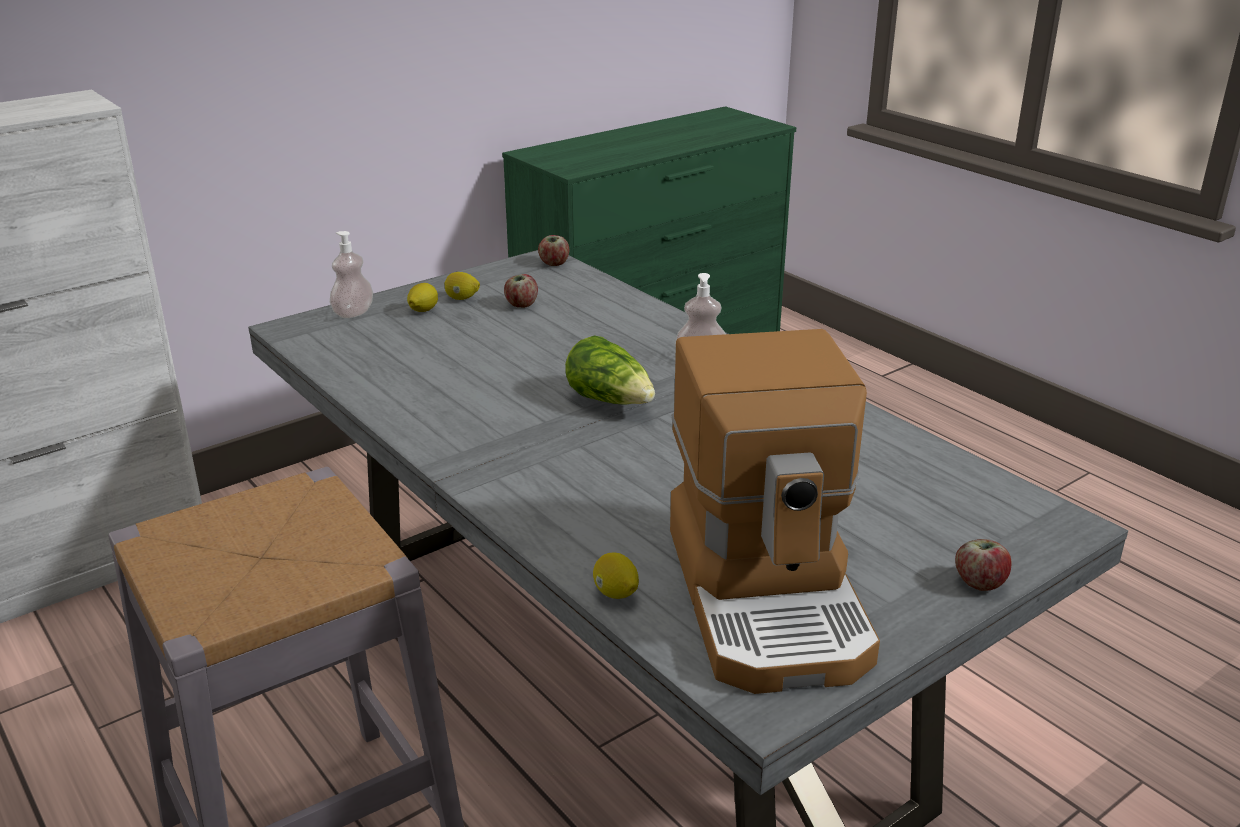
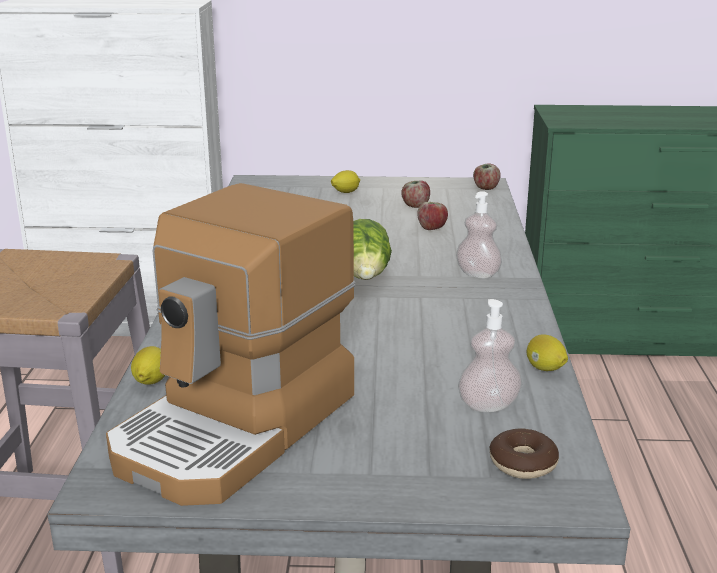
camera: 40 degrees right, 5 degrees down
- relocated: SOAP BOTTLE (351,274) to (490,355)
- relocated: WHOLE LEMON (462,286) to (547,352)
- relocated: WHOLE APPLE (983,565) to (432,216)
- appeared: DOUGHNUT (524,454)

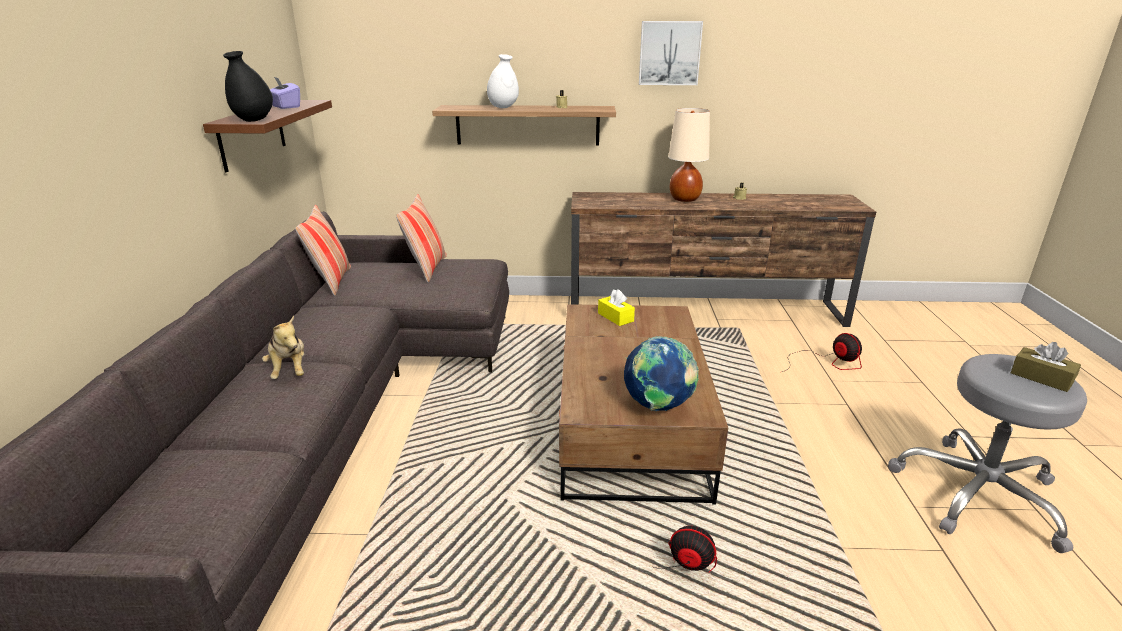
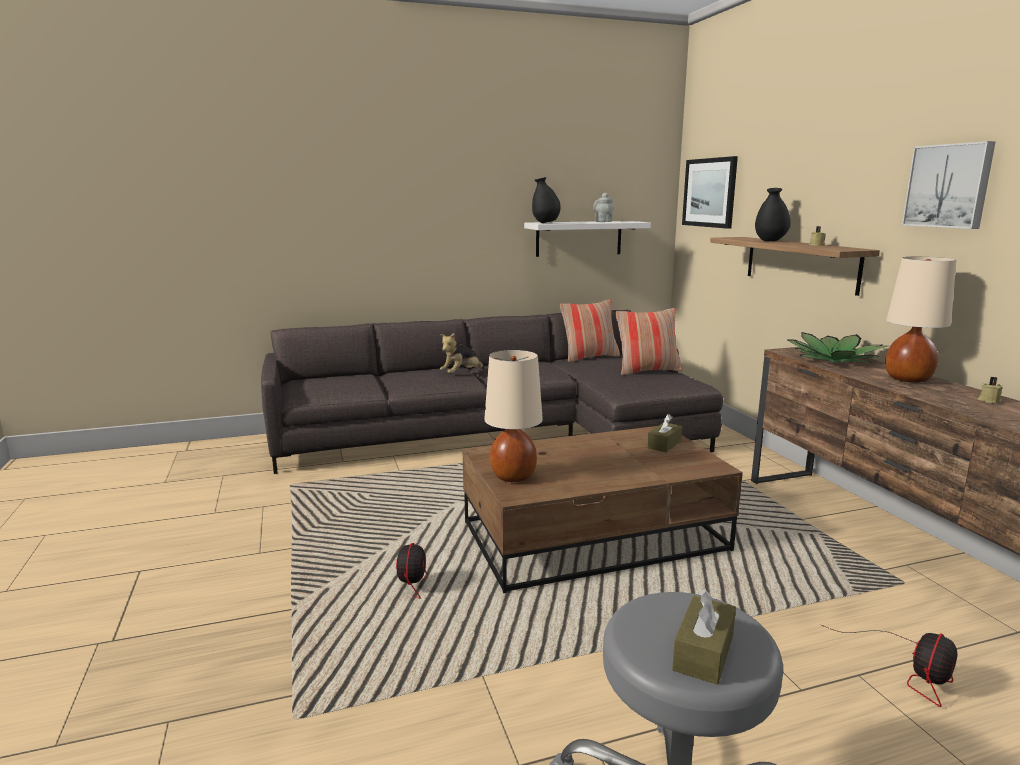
camera: 70 degrees right, 10 degrees down
- colour: WHITISH VASE (503,81) to BLACK VASE (773,214)
- exchanged: PURPLISH TISSUE HOLDER (285,93) to GREY POT FOR TEA (603,207)
- colour: BROWN BRACKET SHELF (267,136) to WHITISH BRACKET SHELF (587,239)
- colour: YELLOW-COLOURED TISSUE HOLDER (616,307) to BROWN TISSUE HOLDER (664,433)
- exchanged: DESK GLOBE (661,373) to BEIGE TABLE LAMP (513,416)
- appeared: WALL ART (710,192)
- appeared: PLANT IN A POT (836,347)

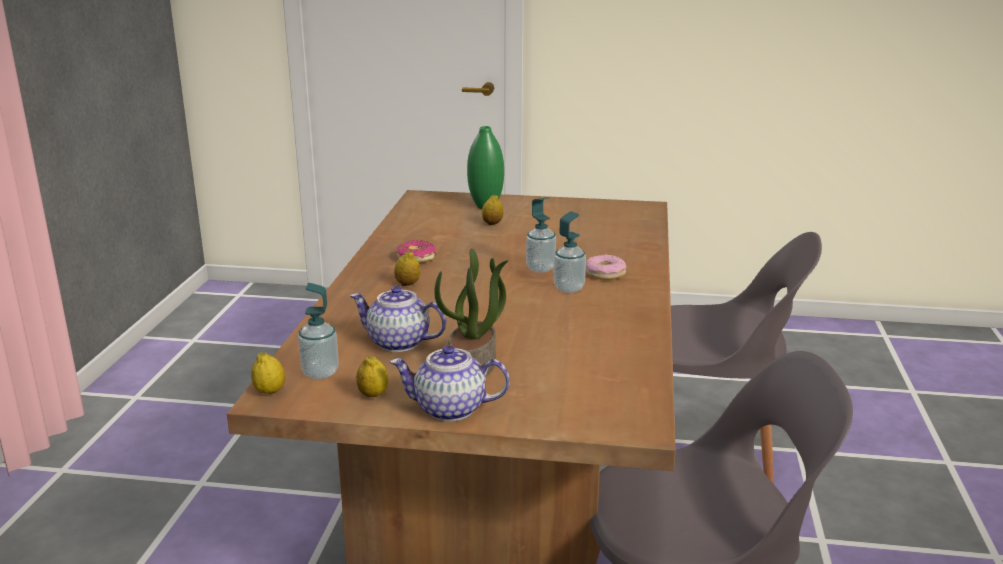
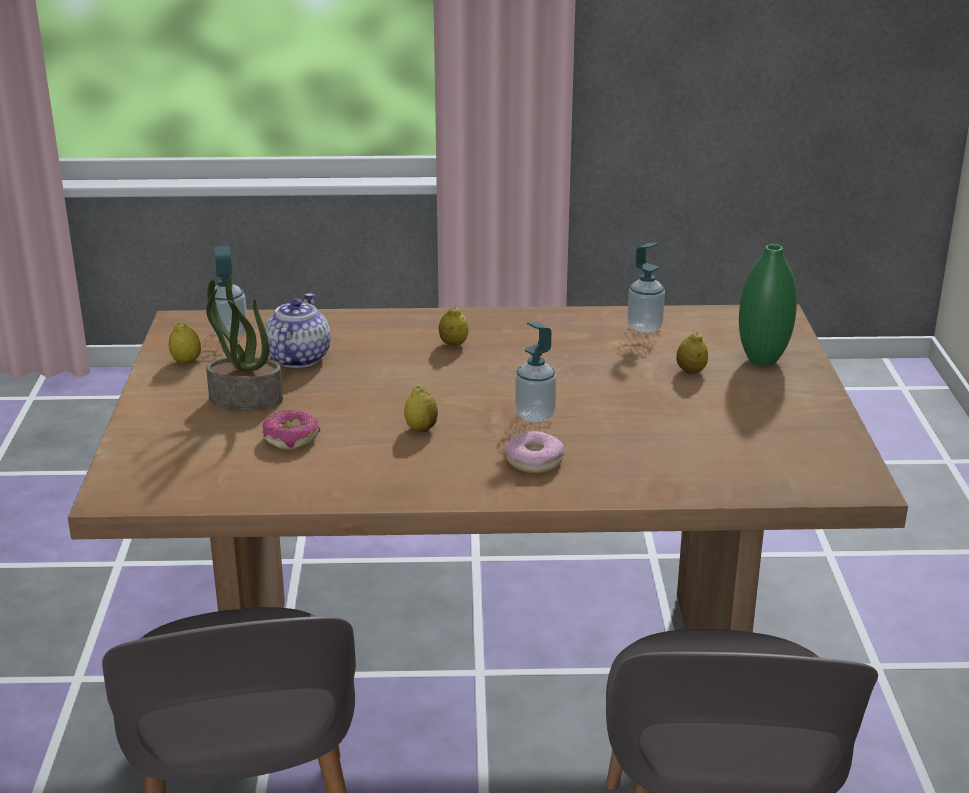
camera: 80 degrees right, 5 degrees up
- relocated: SOAP BOTTLE (570,252) to (646,288)
- relocated: DOUGHNUT (416,251) to (291,430)
- missing: POT FOR TEA (450,383)
- relocated: WHOLE LEMON (268,373) to (421,408)

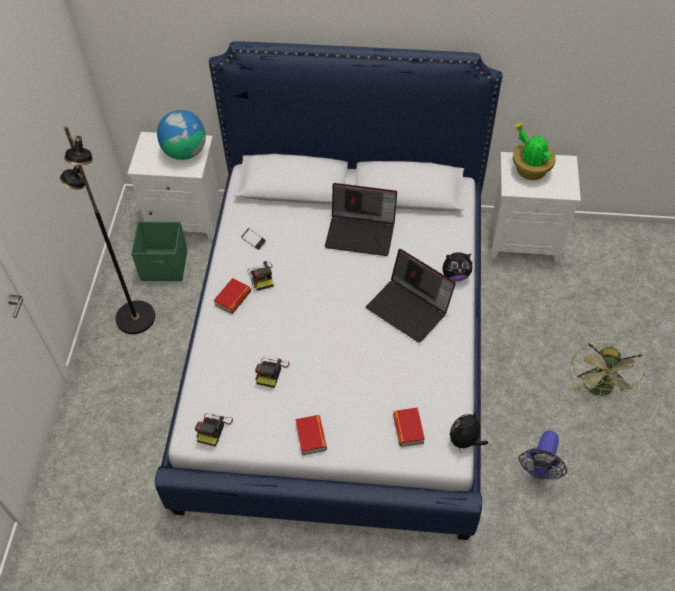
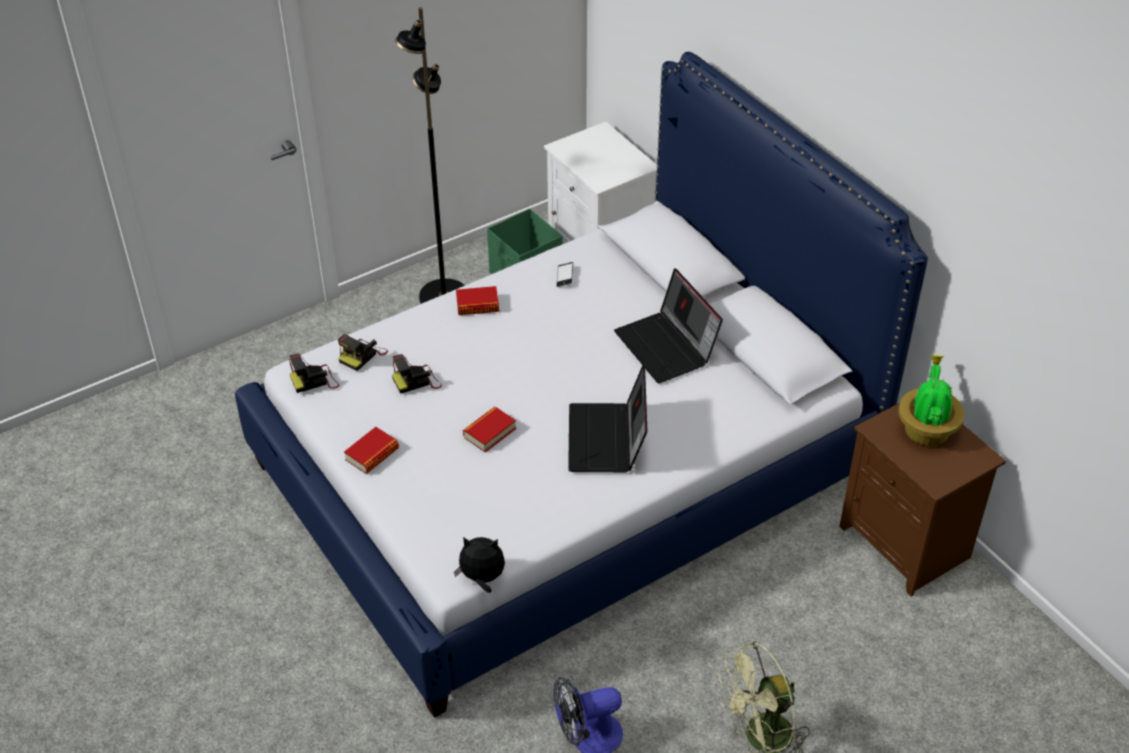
camera: 50 degrees right, 10 degrees down
- missing: DESK GLOBE (181,135)
- colour: WHITISH NIGHTSTAND (535,207) to BROWN NIGHTSTAND (922,500)
- missing: SOFT TOY (457,267)
- relocated: STILL CAMERA (260,276) to (363,352)
- relocated: BOUND BOOK (409,427) to (489,429)

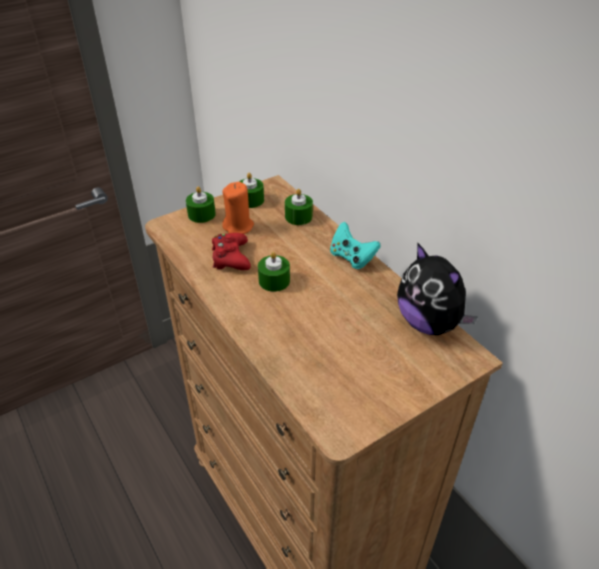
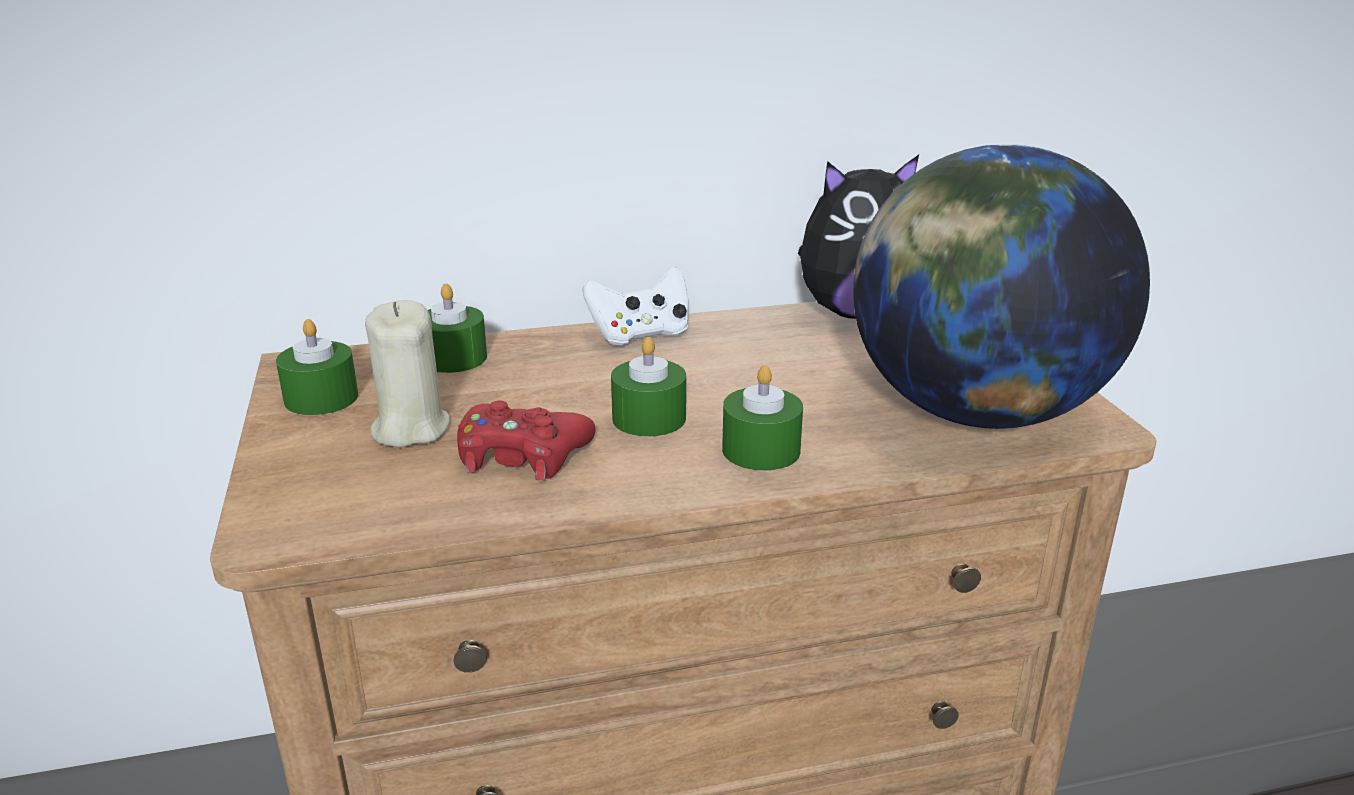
camera: 70 degrees left, 15 degrees down
- colour: ORANGEY WAX LIGHT (238,208) to BEIGE WAX LIGHT (407,373)
- relocated: GREEN WAX LIGHT (201,204) to (762,418)
- colour: TURQUOISE-COLOURED JOYPAD (355,245) to WHITISH JOYPAD (635,305)
- appeared: DESK GLOBE (1001,286)

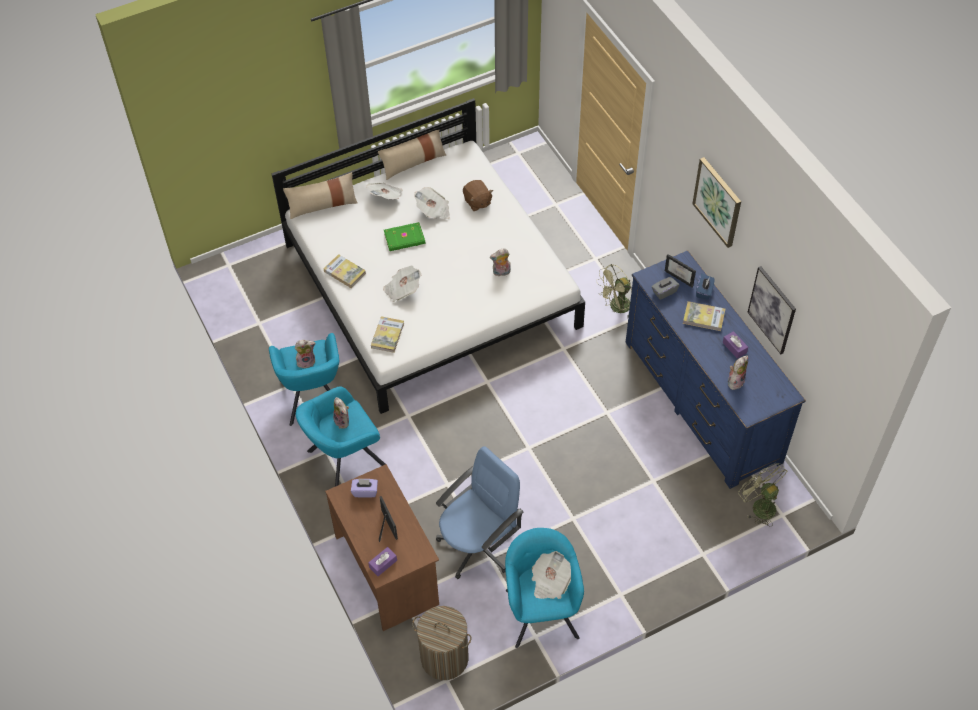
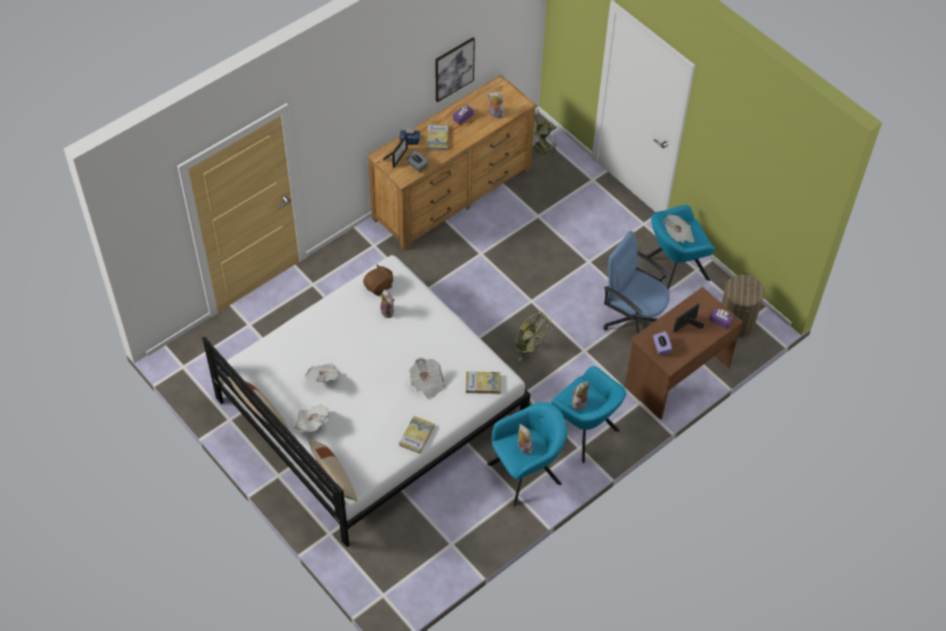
camera: 105 degrees left, 0 degrees up
- missing: WALL ART (716,202)
- relocated: BROWN SOFT TOY (478,195) to (378,280)
- missing: GREEN BOUND BOOK (405,236)
- colour: BLUE CHEST OF DRAWERS (715,369) to BROWN CHEST OF DRAWERS (451,162)
- relocated: GREEN COOLING FAN (614,290) to (534,336)

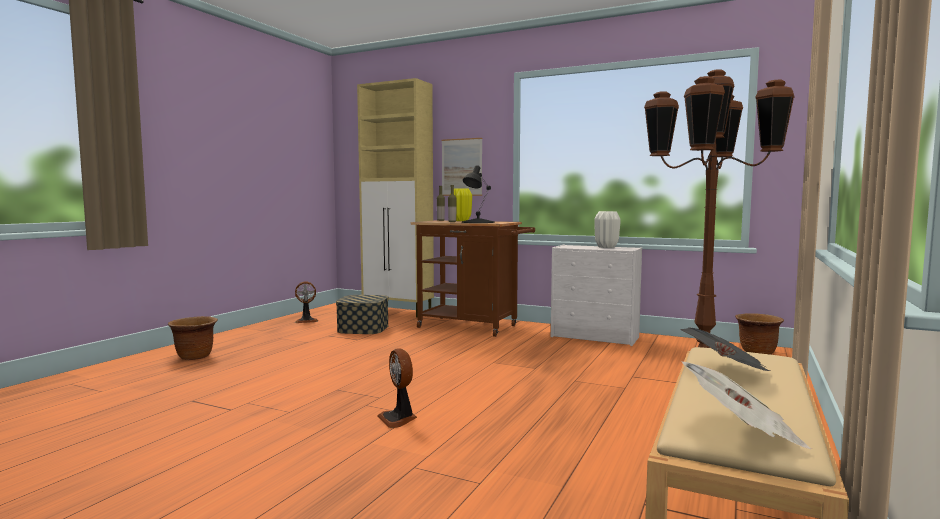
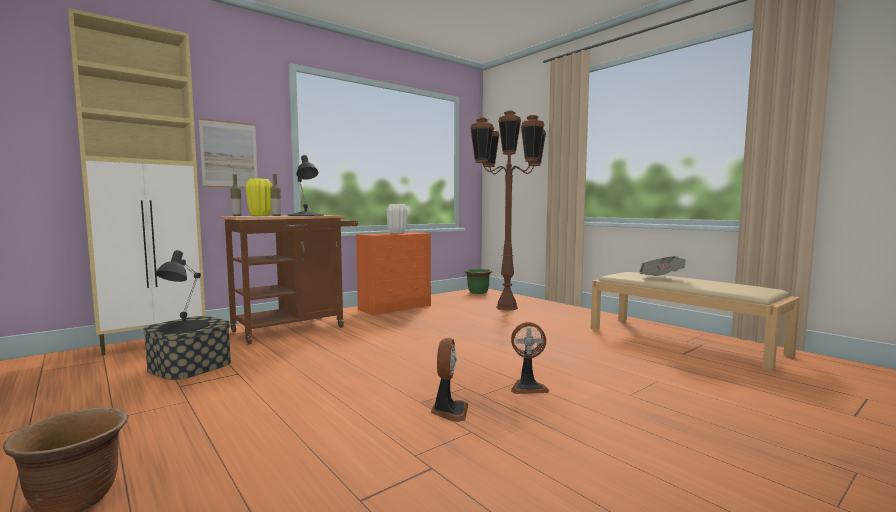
camera: 65 degrees left, 0 degrees up
- colour: WHITISH CHEST OF DRAWERS (596,295) to ORANGEY CHEST OF DRAWERS (393,274)
- relocated: COOLING FAN (306,302) to (449,380)
- colour: BROWN PLANTER (759,334) to GREEN PLANTER (478,281)
- missing: NEWSPAPER (747,405)
- appeared: BLACK TABLE LAMP (182,291)

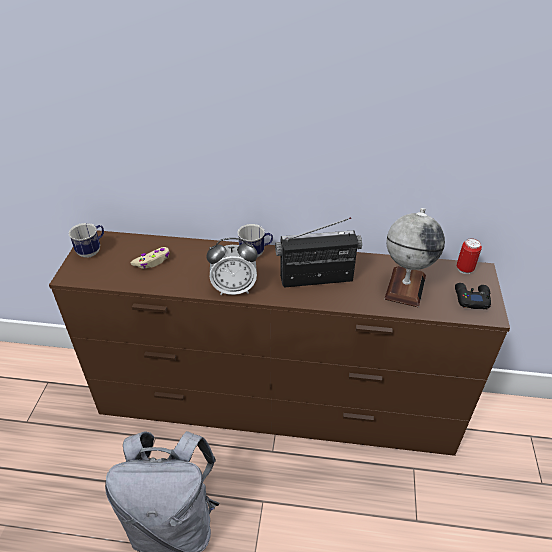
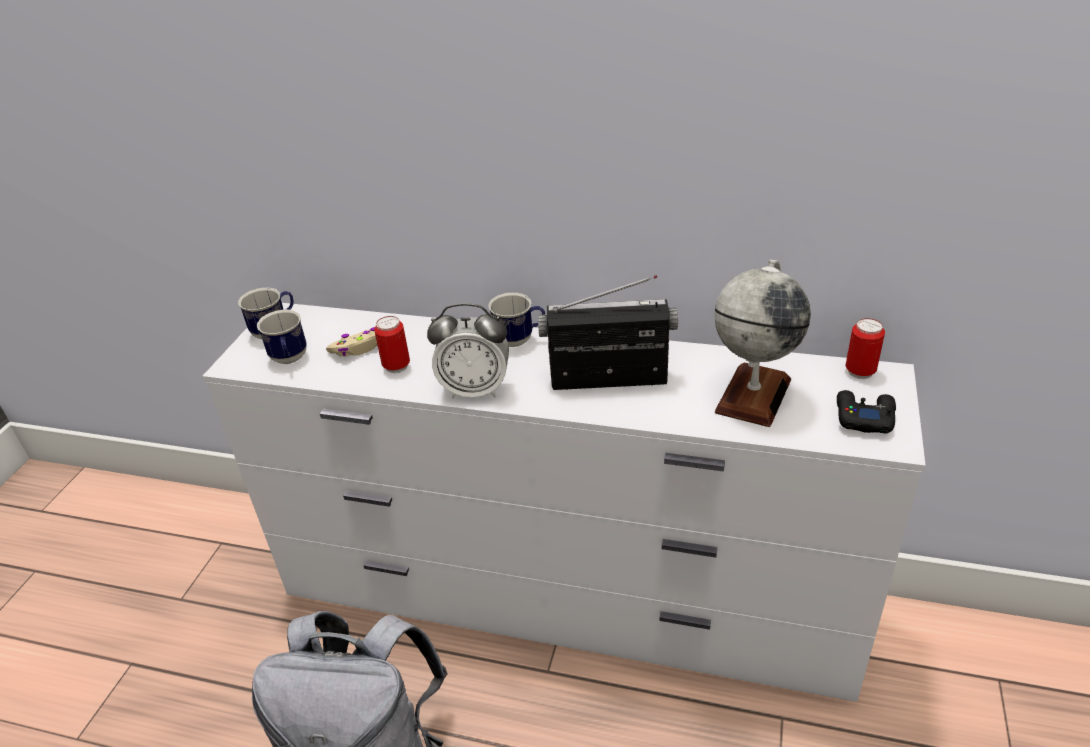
camera: 10 degrees right, 5 degrees down
- colour: BROWN CHEST OF DRAWERS (279,343) to WHITISH CHEST OF DRAWERS (564,502)
- appeared: COFFEE MUG (282,337)
- appeared: SEALED CAN (392,344)

